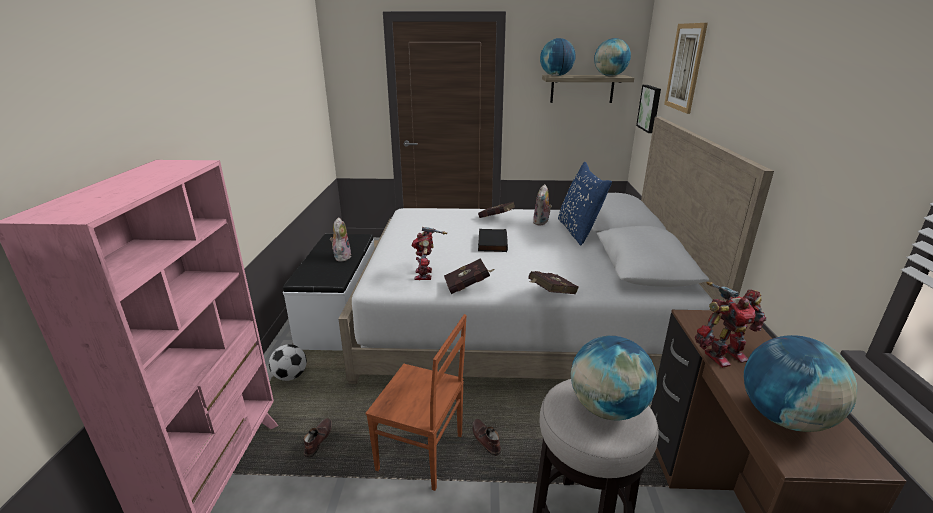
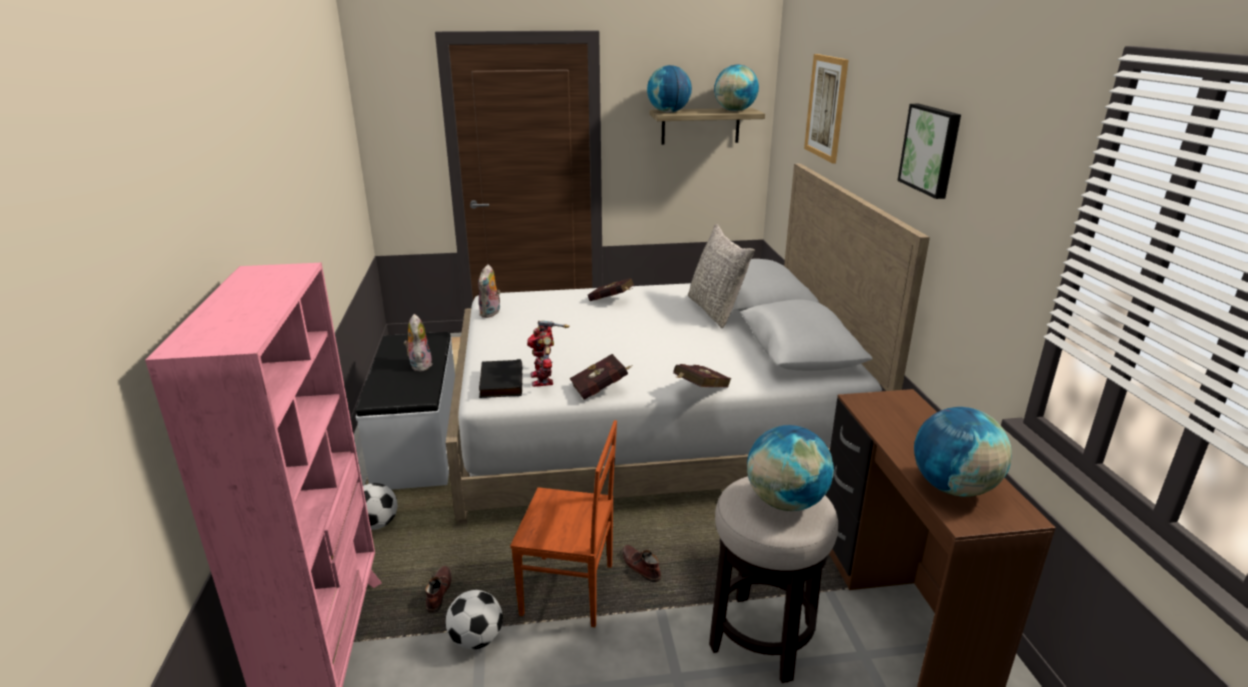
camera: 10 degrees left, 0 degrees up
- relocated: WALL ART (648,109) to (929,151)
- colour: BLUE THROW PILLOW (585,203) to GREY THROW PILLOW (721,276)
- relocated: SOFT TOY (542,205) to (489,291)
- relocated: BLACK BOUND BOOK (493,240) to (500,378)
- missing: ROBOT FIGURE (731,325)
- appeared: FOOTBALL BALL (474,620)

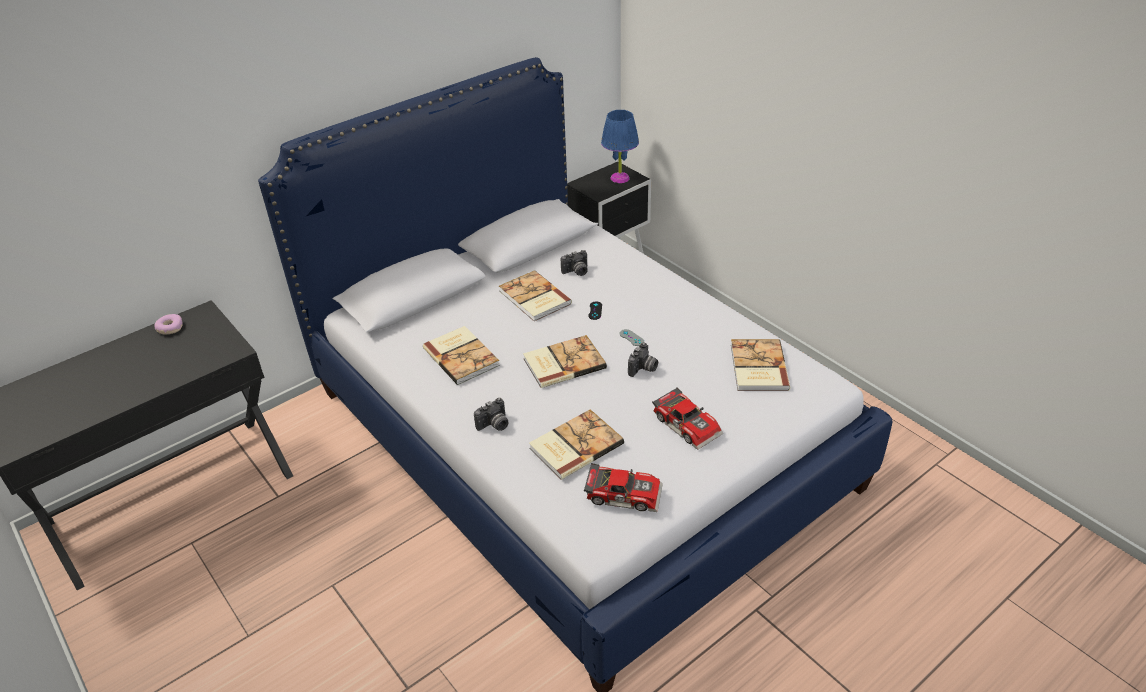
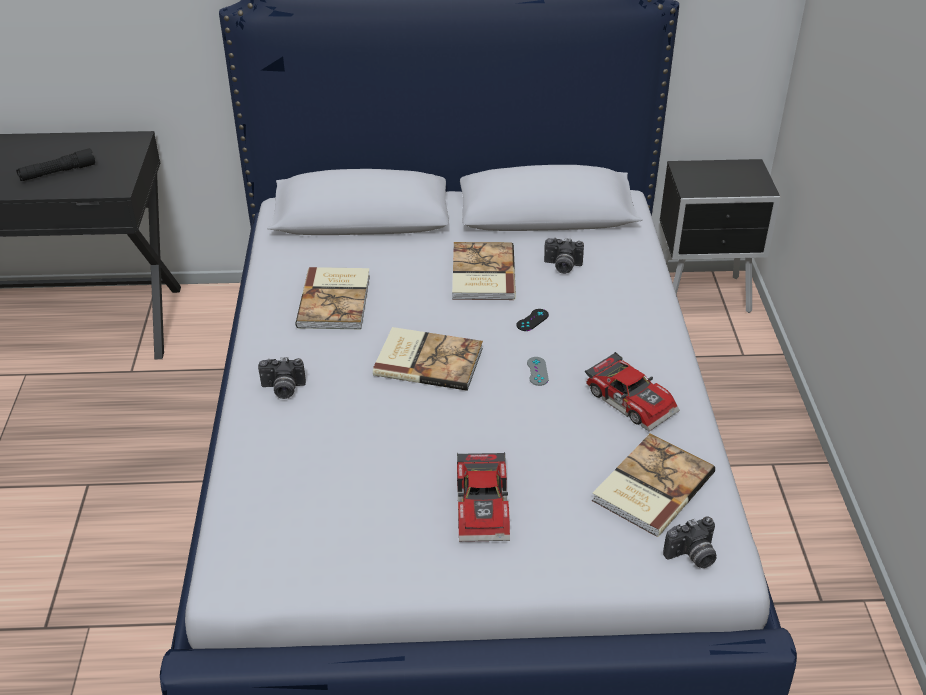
camera: 35 degrees right, 0 degrees up
- missing: BLUE TABLE LAMP (620,146)
- missing: DOUGHNUT (168,324)
- relocated: STILL CAMERA (643,360) to (690,542)
- missing: BOUND BOOK (576,444)
- relocated: MODEL CAR (623,487) to (632,391)
- appeared: BLACK TORCH (55,164)

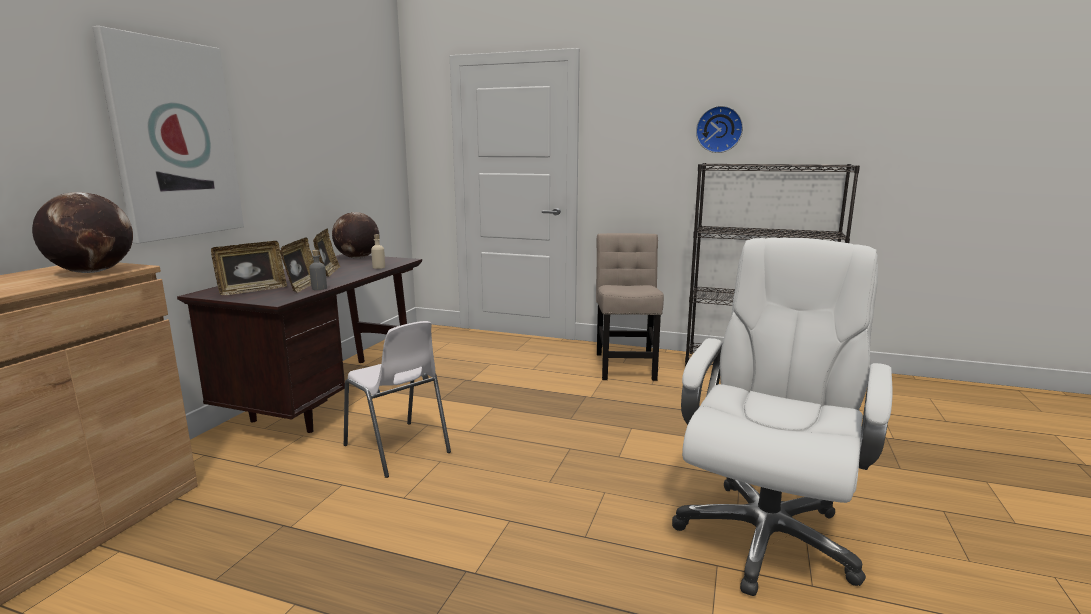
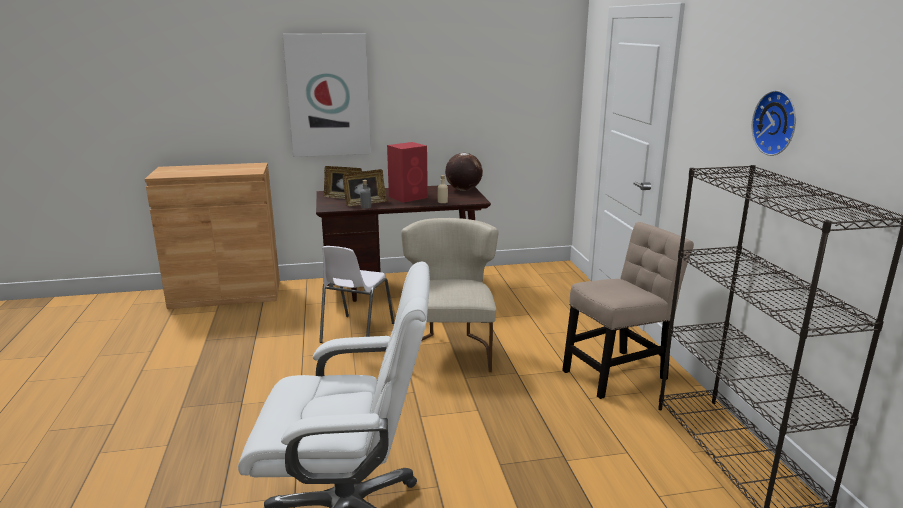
camera: 60 degrees right, 5 degrees up
- missing: DESK GLOBE (82,232)
- exchanged: STANDING FRAME (326,253) to REDDISH LOUDSPEAKER (407,172)
- appeared: BEIGE UPRIGHT CHAIR (450,295)

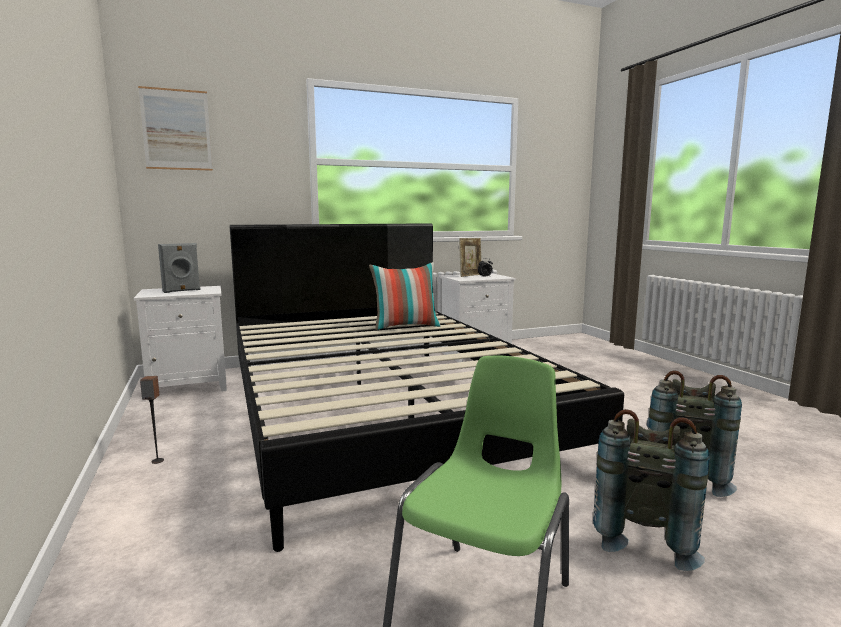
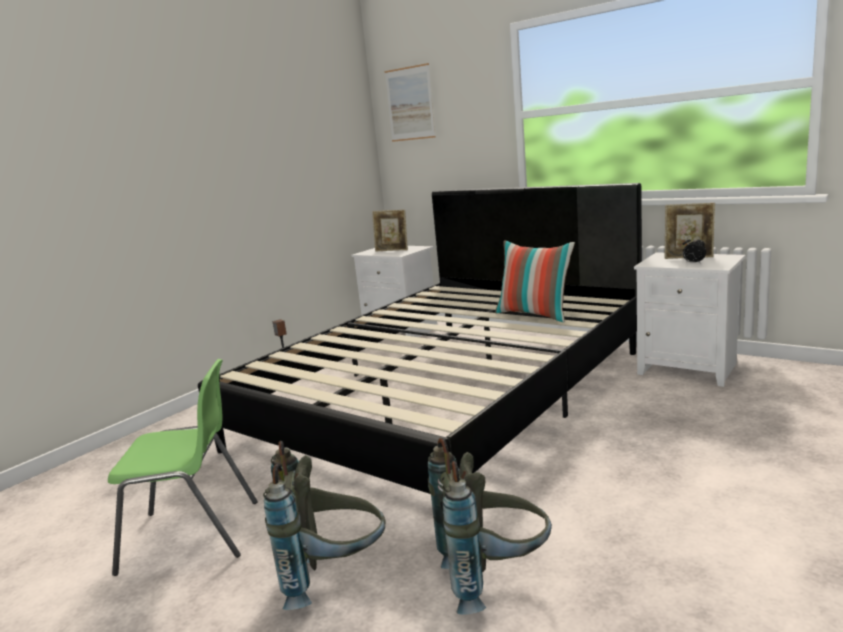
camera: 60 degrees right, 5 degrees up
- exchanged: GREY LOUDSPEAKER (179,268) to STANDING FRAME (390,231)

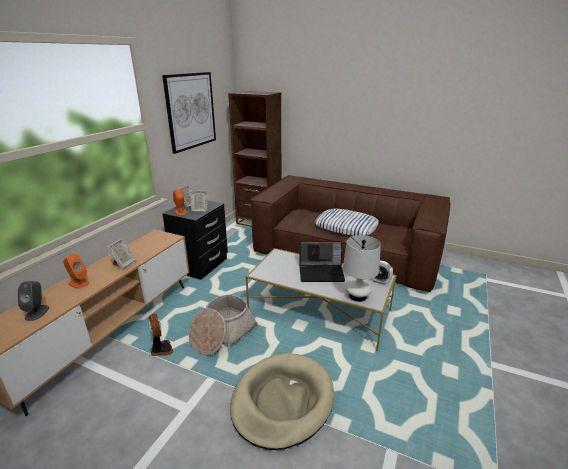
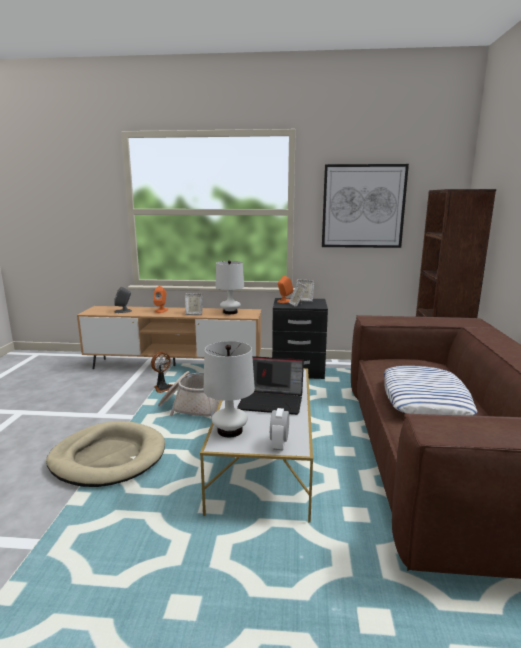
camera: 70 degrees right, 10 degrees down
- spun: LAPTOP (322,261) = (270,385) 60 degrees counterclockwise
- appeared: WHITISH TABLE LAMP (229,287)

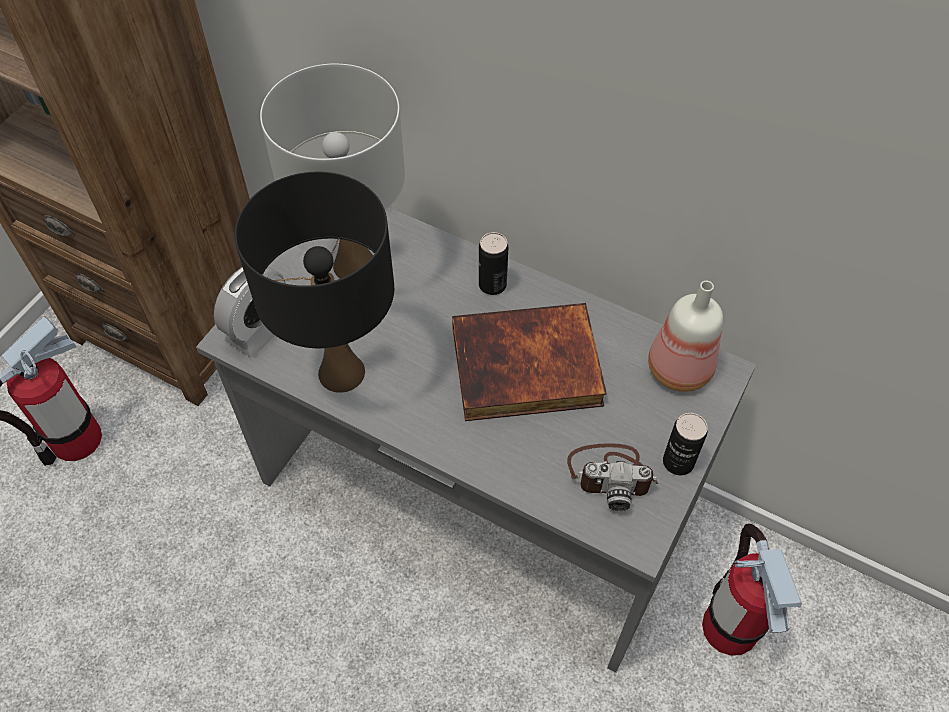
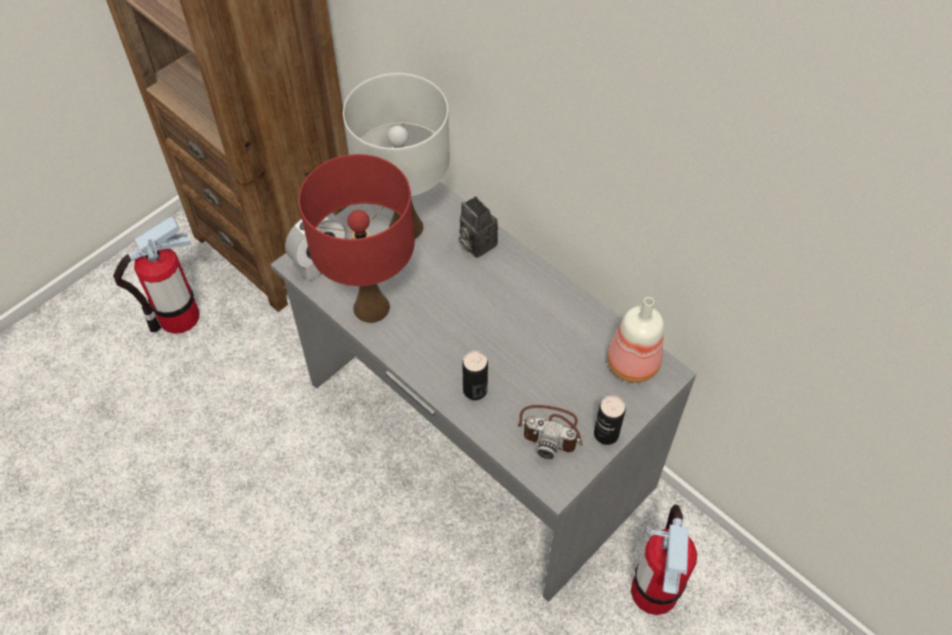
camera: 15 degrees right, 0 degrees up
- colour: BLACK TABLE LAMP (314,282) to REDDISH TABLE LAMP (357,238)
- relocated: SEALED CAN (493,263) to (475,375)
- missing: BOUND BOOK (529,362)
- appeared: STILL CAMERA (478,227)

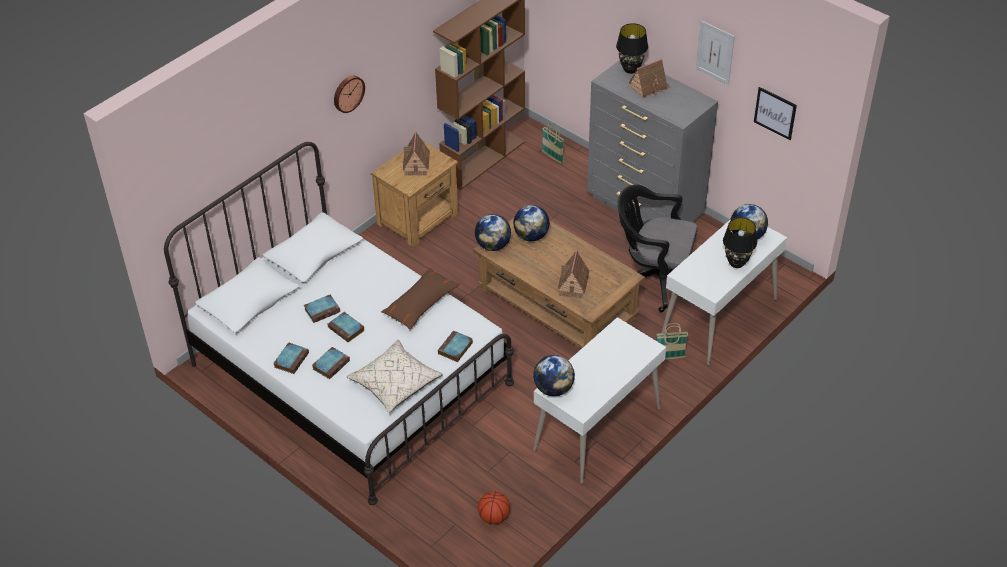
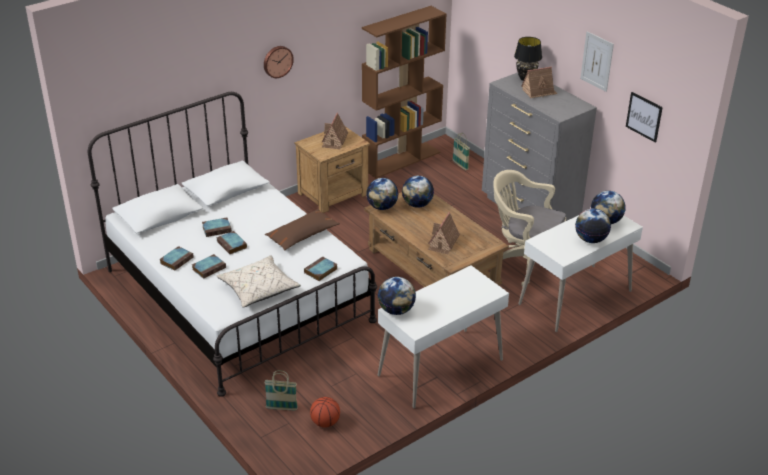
camera: 10 degrees right, 10 degrees down
- colour: BLACK COMPUTER CHAIR (657,248) to BEIGE COMPUTER CHAIR (529,228)
- exchanged: BLACK TABLE LAMP (740,242) to DESK GLOBE (593,225)
- relocated: STORAGE BASKET (672,341) to (281,390)

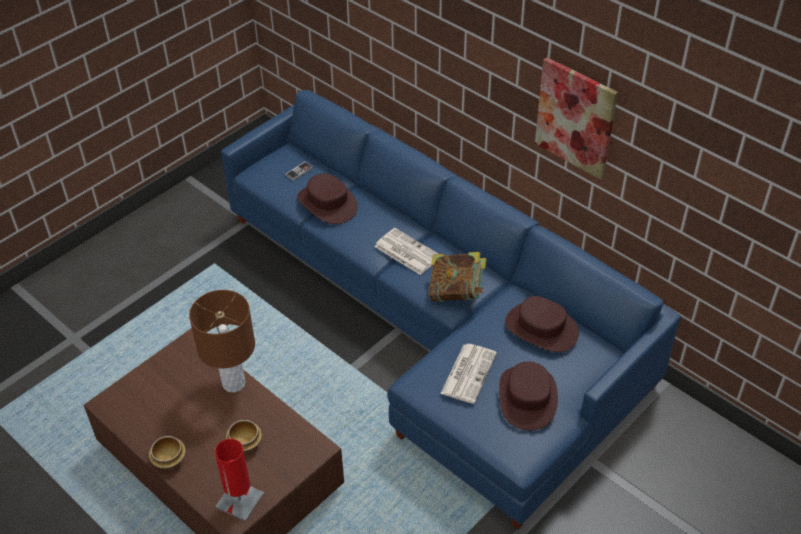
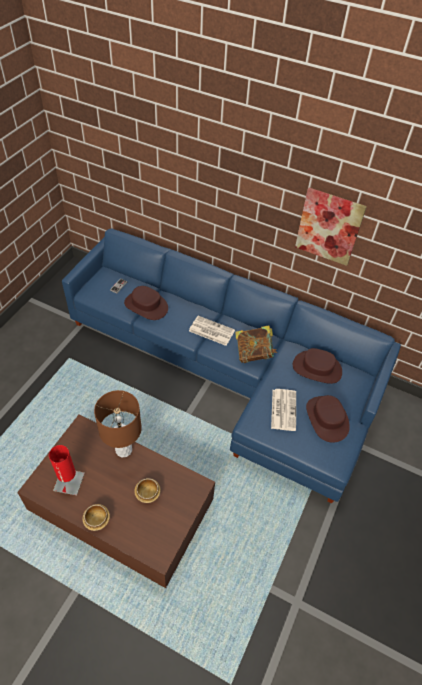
camera: 20 degrees left, 5 degrees up
- relocated: REDDISH TABLE LAMP (239,480) to (67,470)

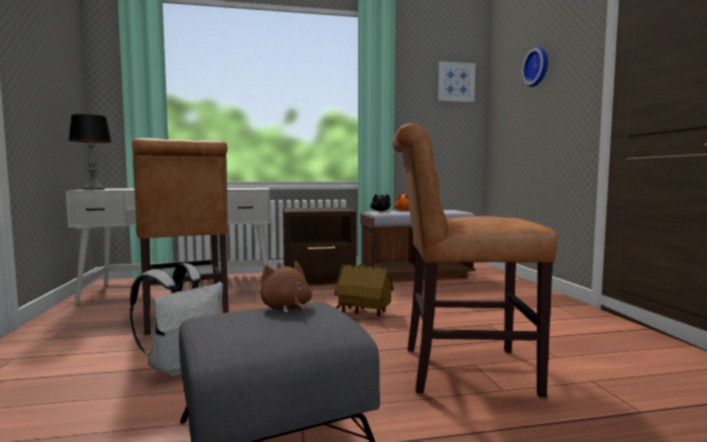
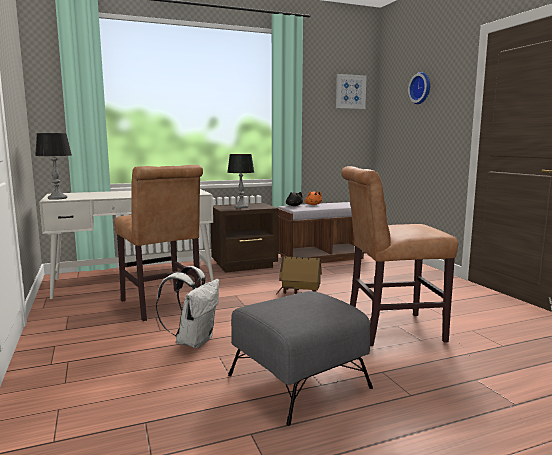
camera: 10 degrees left, 5 degrees up
- missing: BROWN SOFT TOY (286,288)
- appeared: TABLE LAMP (240,181)

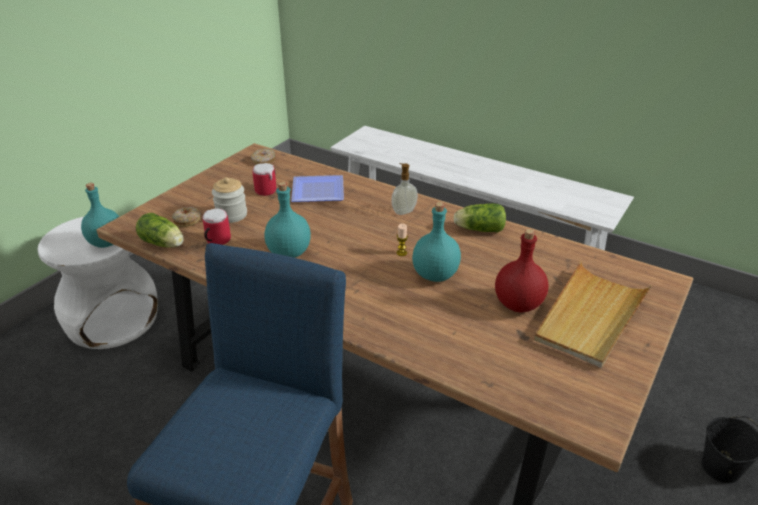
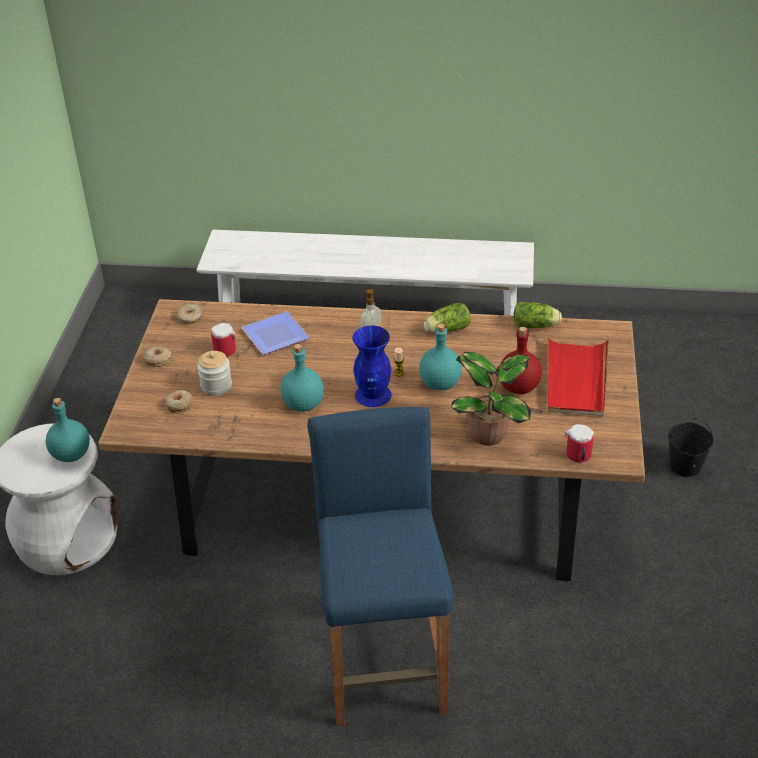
camera: 25 degrees left, 5 degrees up
- relocated: COFFEE MUG (217,226) to (579,443)
- relocated: LETTUCE (160,230) to (537,314)
- colour: BEIGE SERVING TRAY (593,315) to REDDISH SERVING TRAY (578,375)
- appeared: BLUE VASE (371,366)
- appeared: DOUGHNUT (157,356)
- appeared: PLANT IN A POT (491,399)

